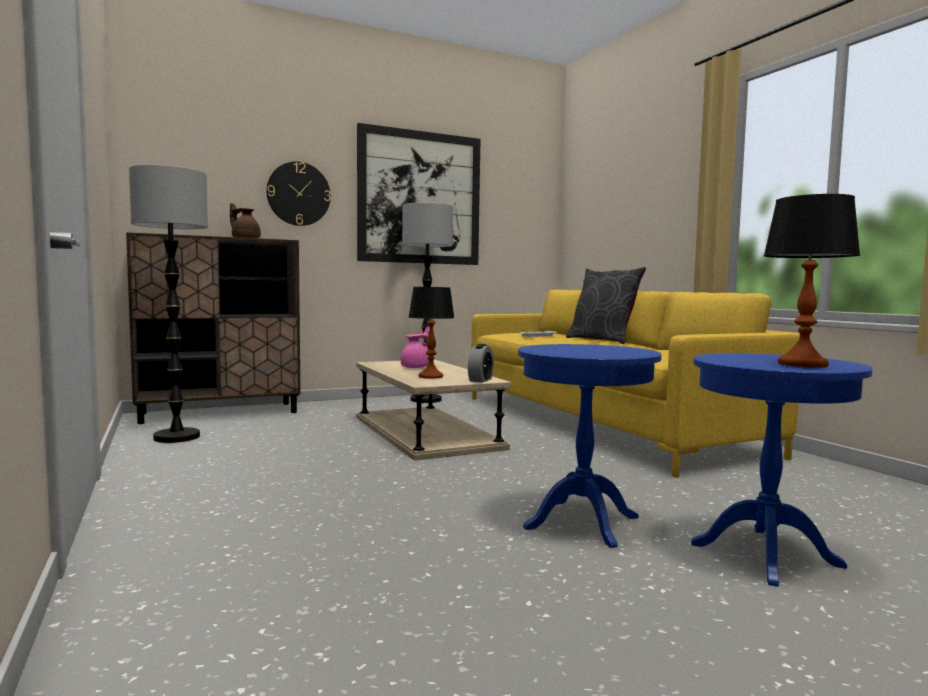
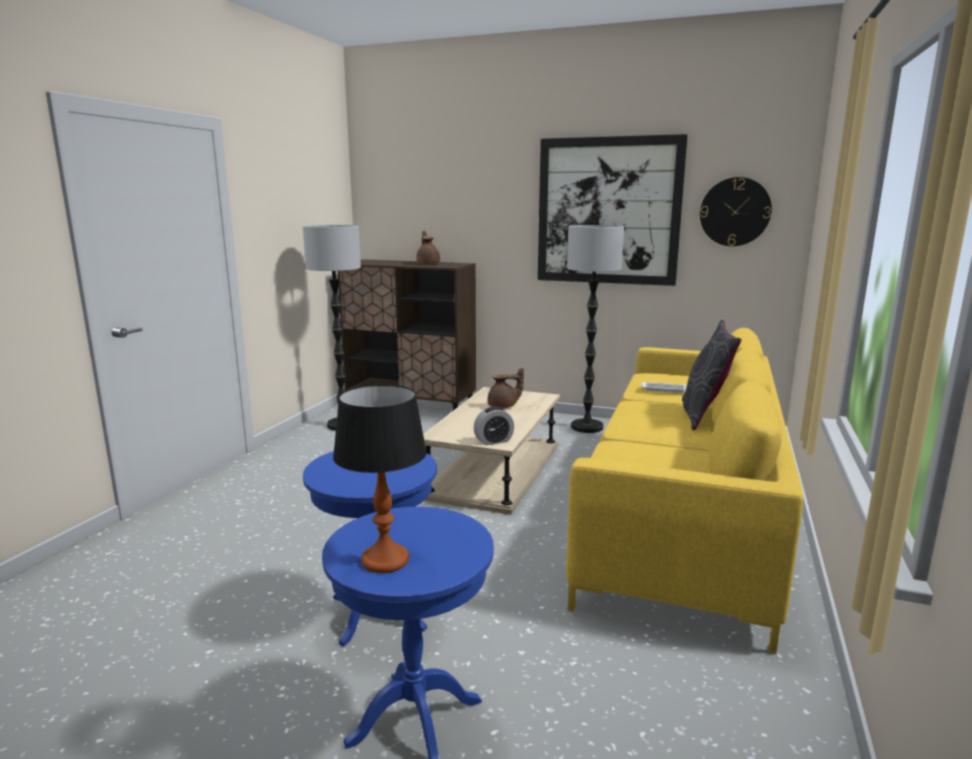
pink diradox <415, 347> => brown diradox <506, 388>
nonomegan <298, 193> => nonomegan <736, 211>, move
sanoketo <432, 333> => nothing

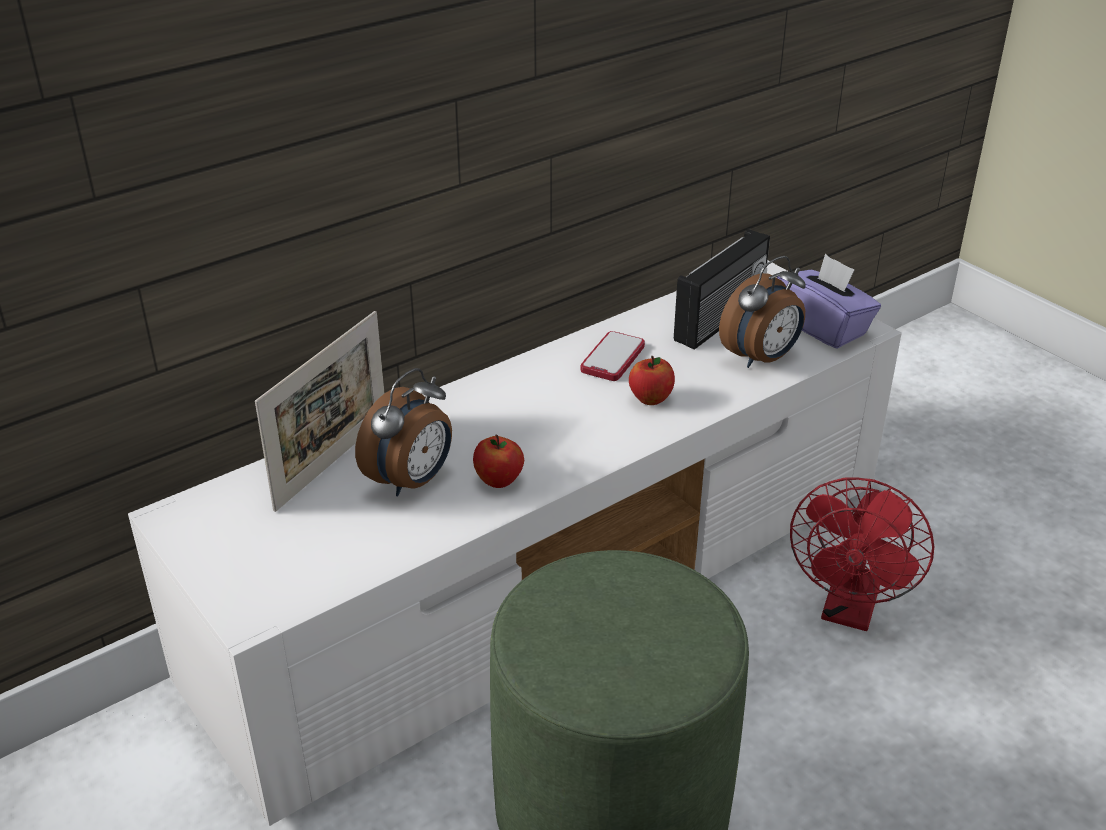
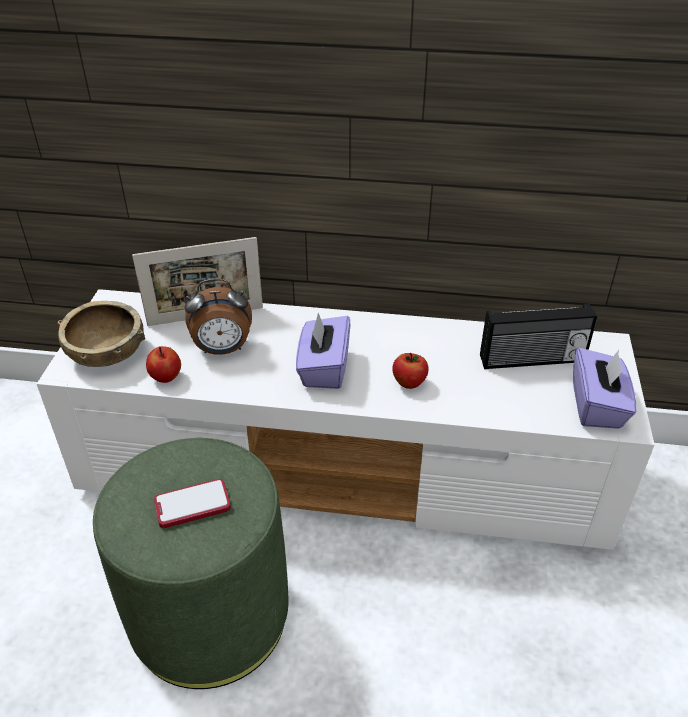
nothing => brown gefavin <101, 334>
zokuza <498, 461> => zokuza <163, 364>, move
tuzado <613, 356> => tuzado <192, 503>, move
nothing => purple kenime <323, 351>
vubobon <762, 312> => nothing
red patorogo <862, 554> => nothing

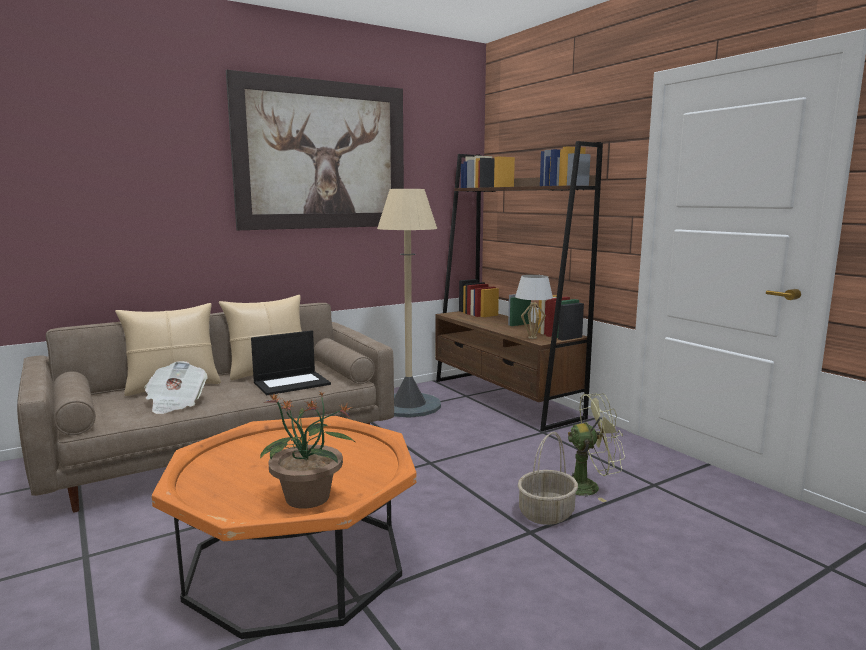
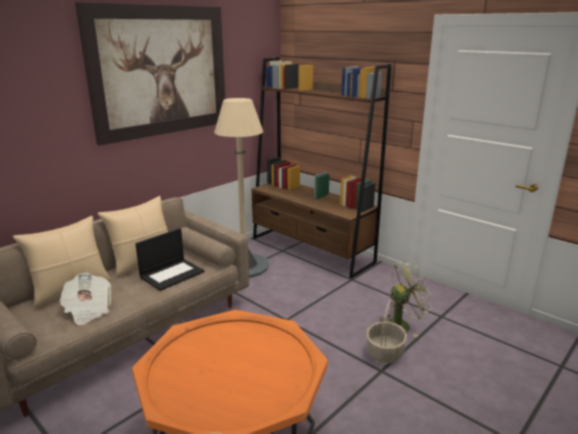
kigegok <308, 450> => nothing
white sanoketo <534, 307> => nothing

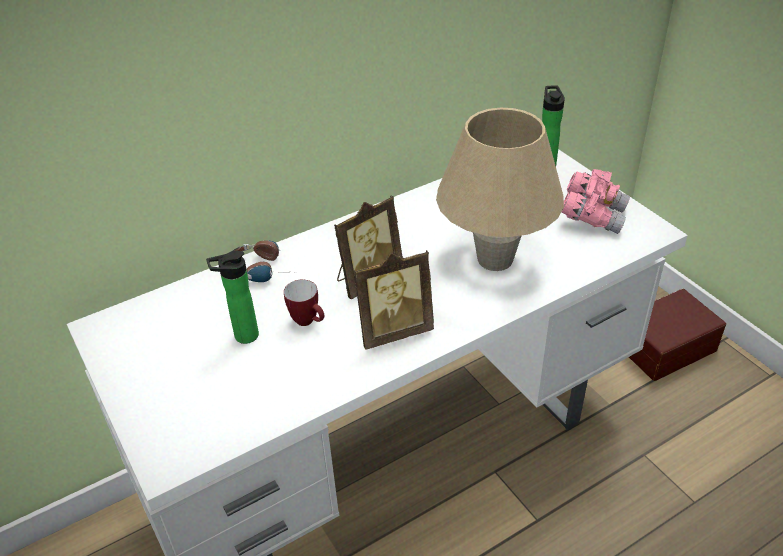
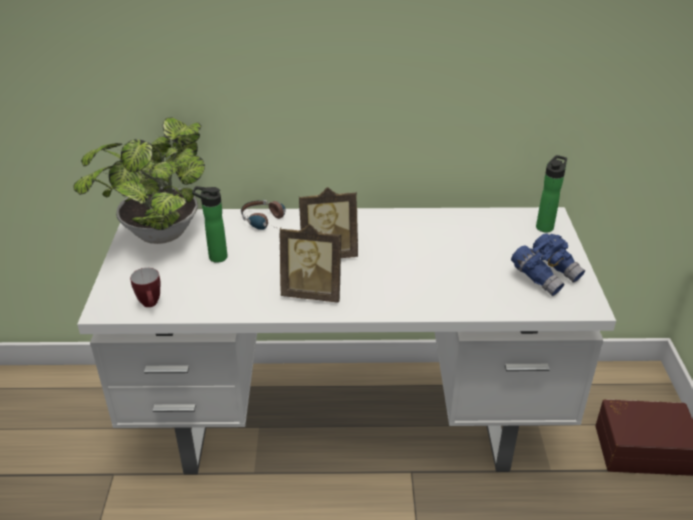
nothing => kigegok <139, 180>
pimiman <304, 302> => pimiman <145, 287>, move
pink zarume <595, 201> => blue zarume <548, 264>
beige sanoketo <500, 189> => nothing

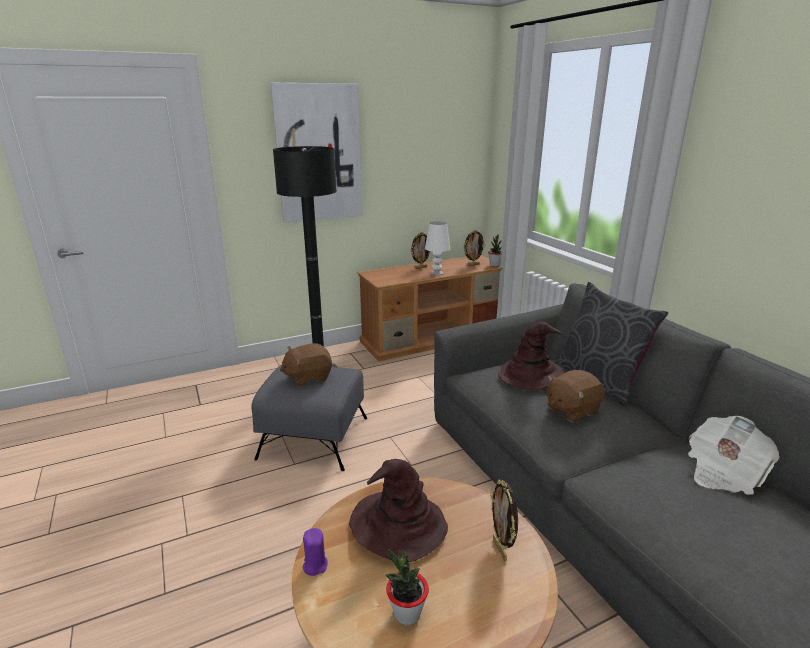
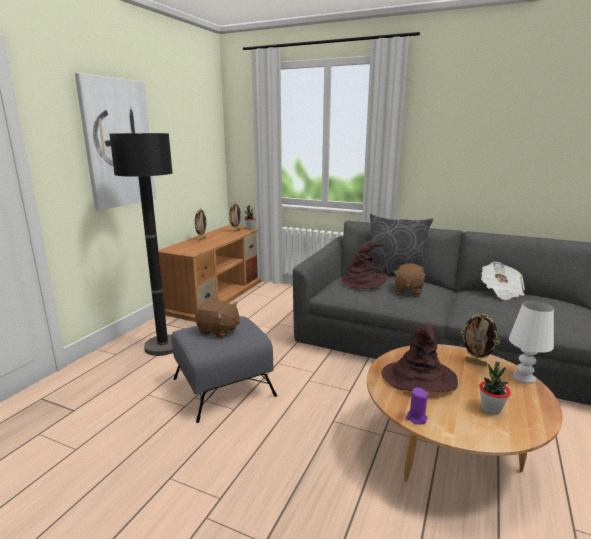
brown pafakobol <306, 365> => brown pafakobol <217, 319>, 90 degrees counterclockwise
white sanoketo <437, 248> => white sanoketo <531, 342>, move

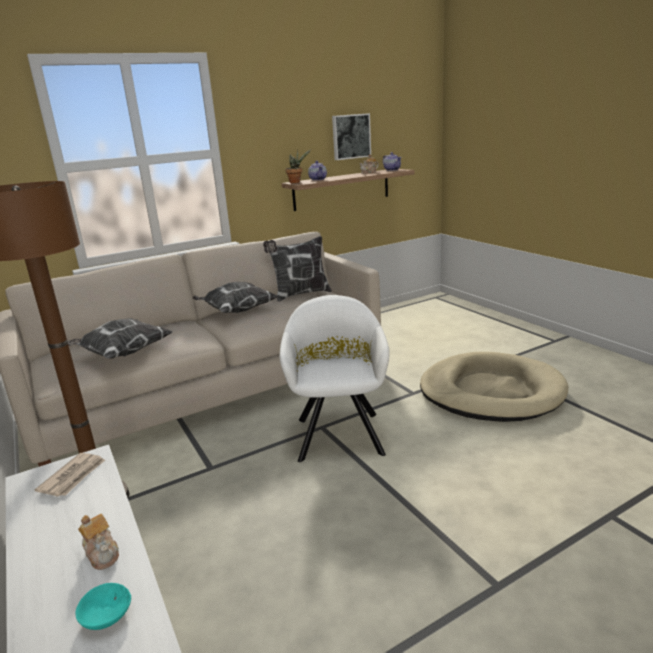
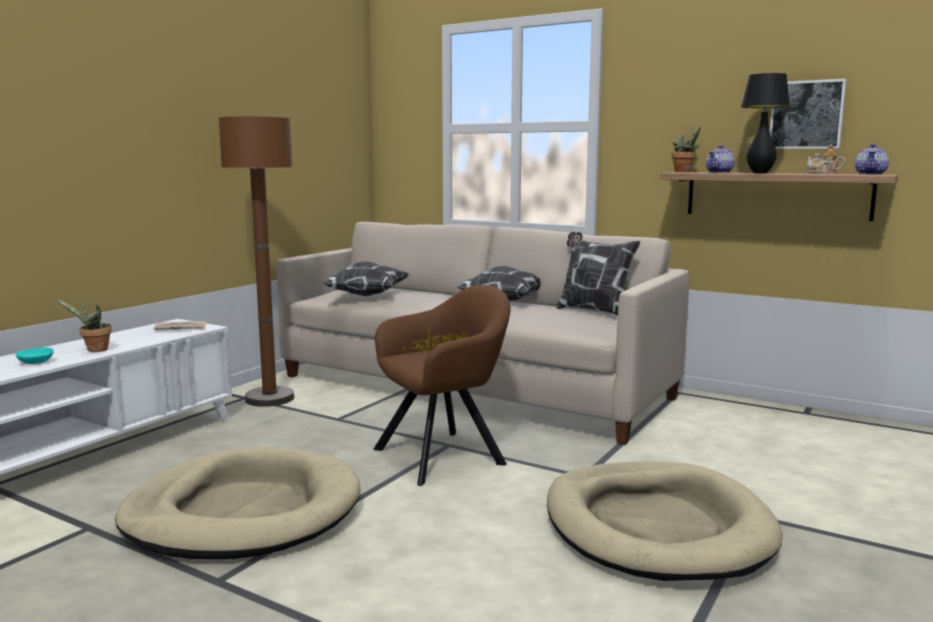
diradox <98, 542> => kigegok <84, 325>
nothing => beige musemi <237, 503>
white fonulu <335, 378> => brown fonulu <442, 385>
nothing => black sanoketo <765, 123>

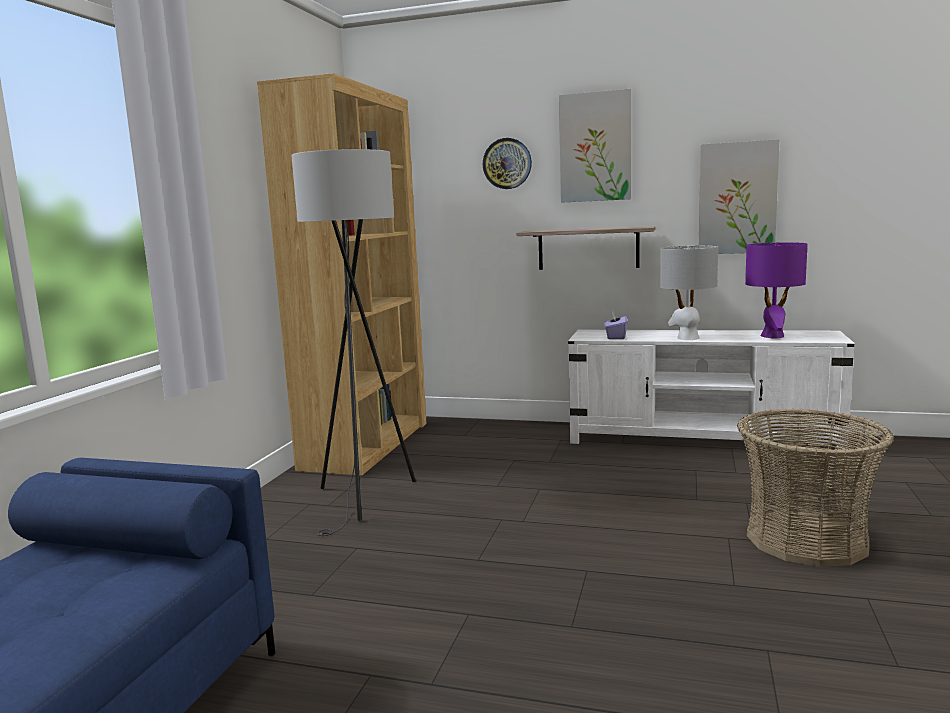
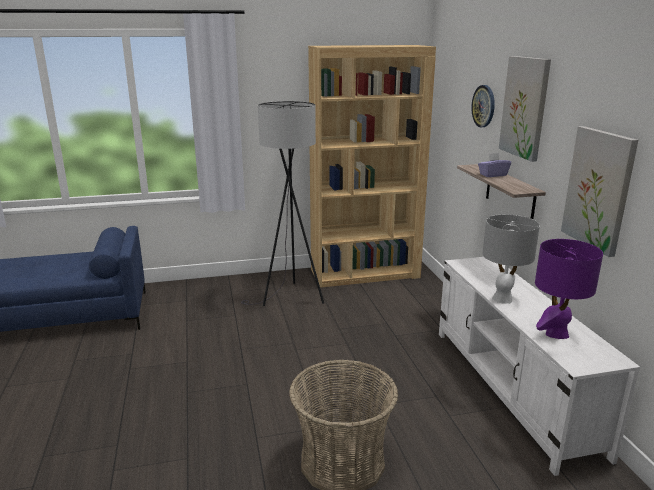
purple kenime <615, 325> => purple kenime <494, 165>, move

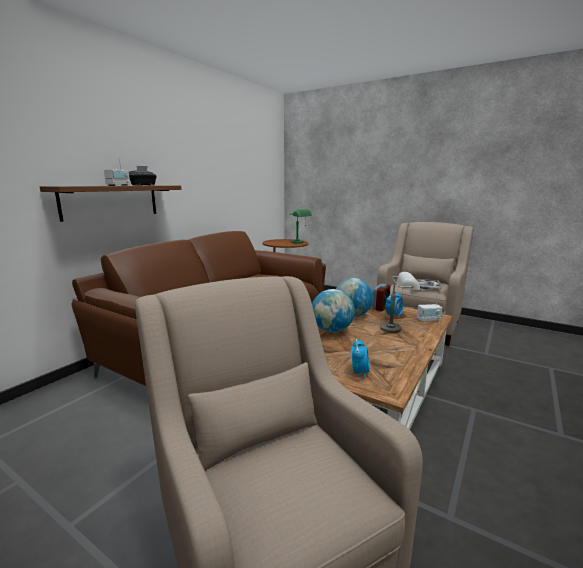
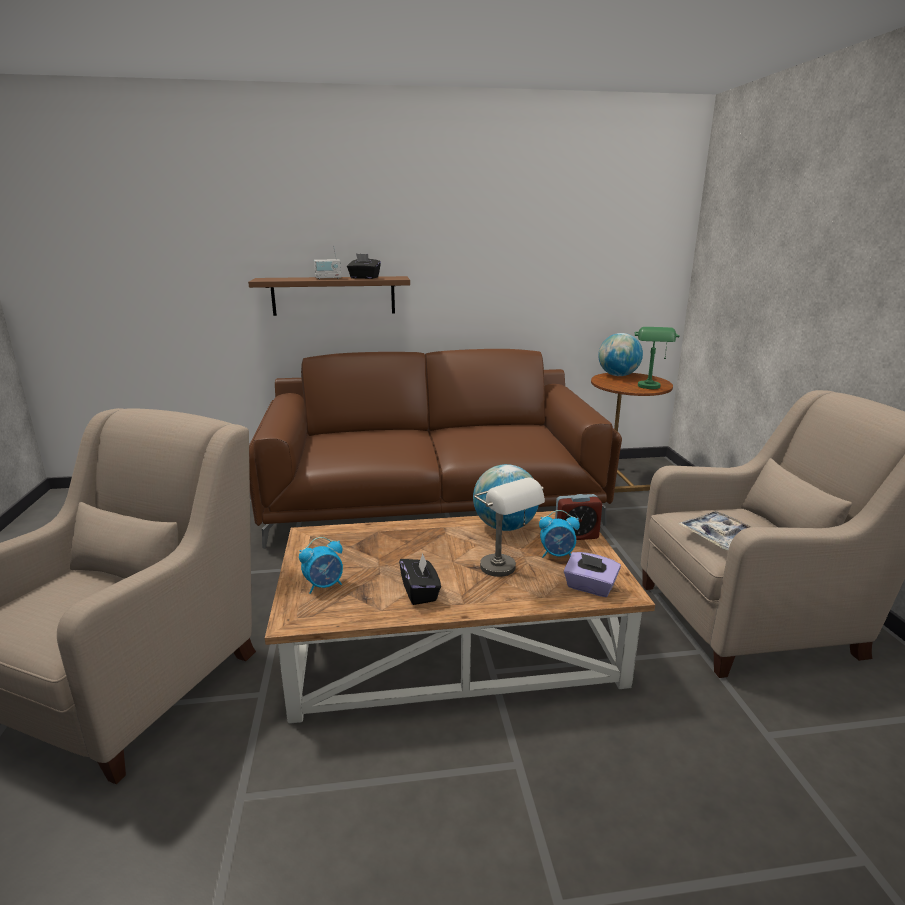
nothing => black kenime <420, 579>
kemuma <430, 308> => purple kenime <592, 574>
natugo <333, 310> => natugo <620, 354>, move

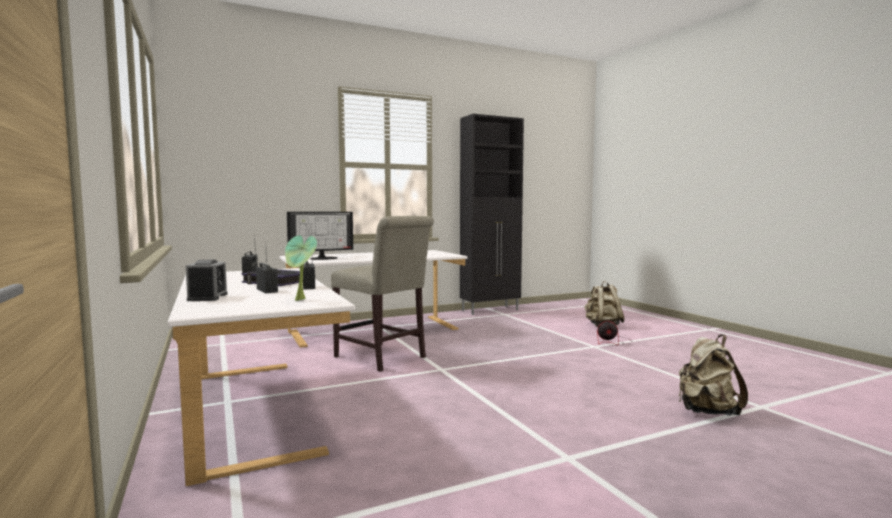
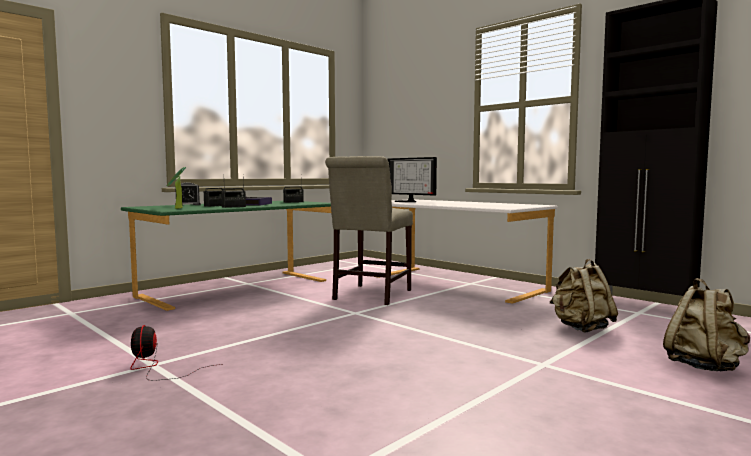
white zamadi <261, 377> => green zamadi <226, 256>
patorogo <612, 333> => patorogo <177, 353>, move
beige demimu <713, 375> => beige demimu <584, 295>, move

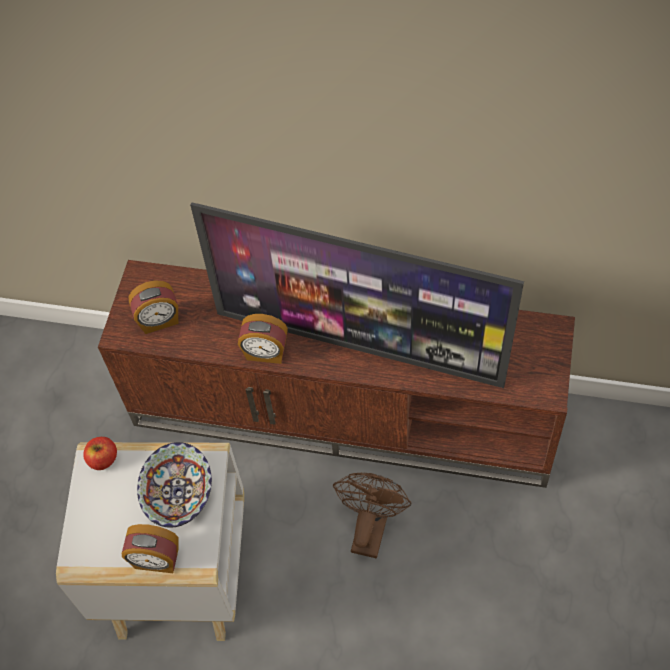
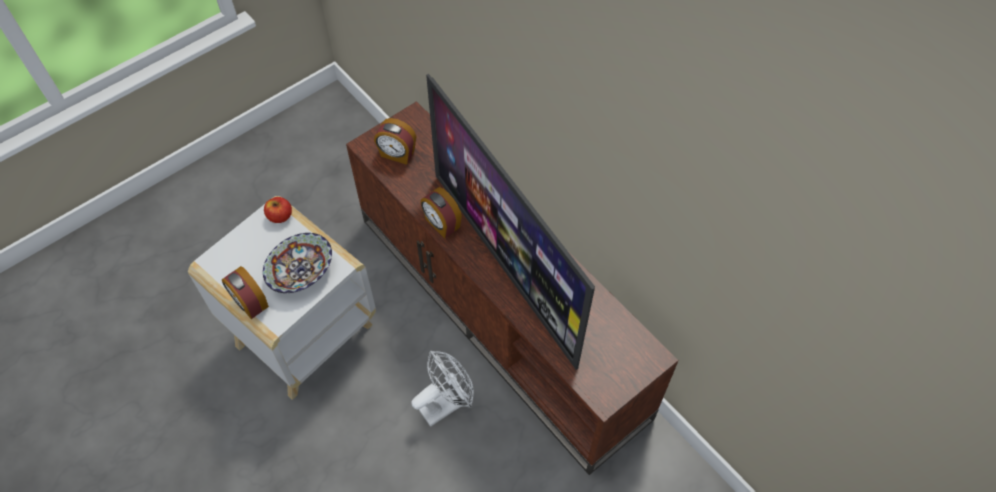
brown patorogo <372, 515> => white patorogo <442, 388>

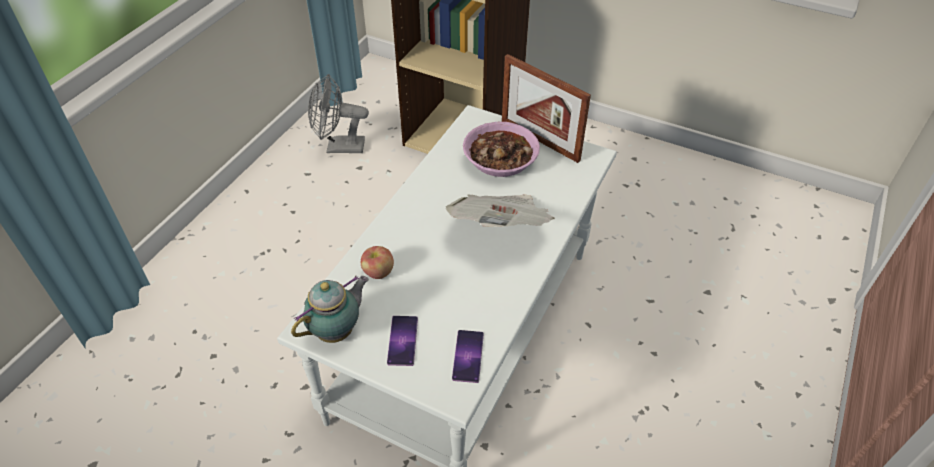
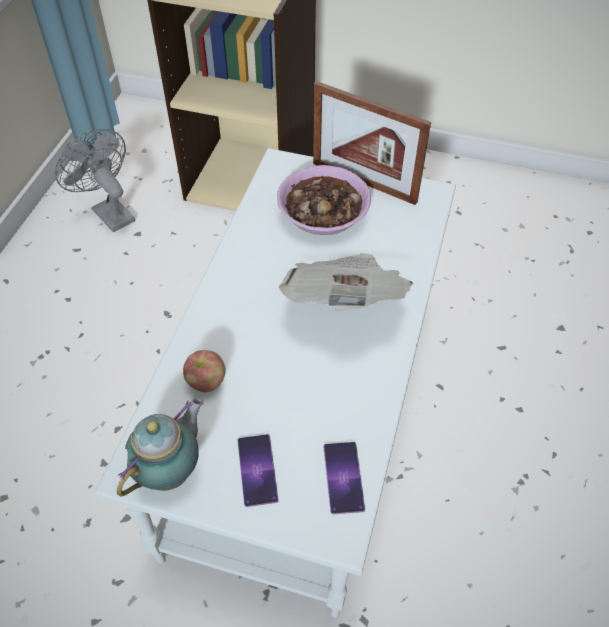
grey patorogo <338, 113> => grey patorogo <95, 180>, 60 degrees clockwise

